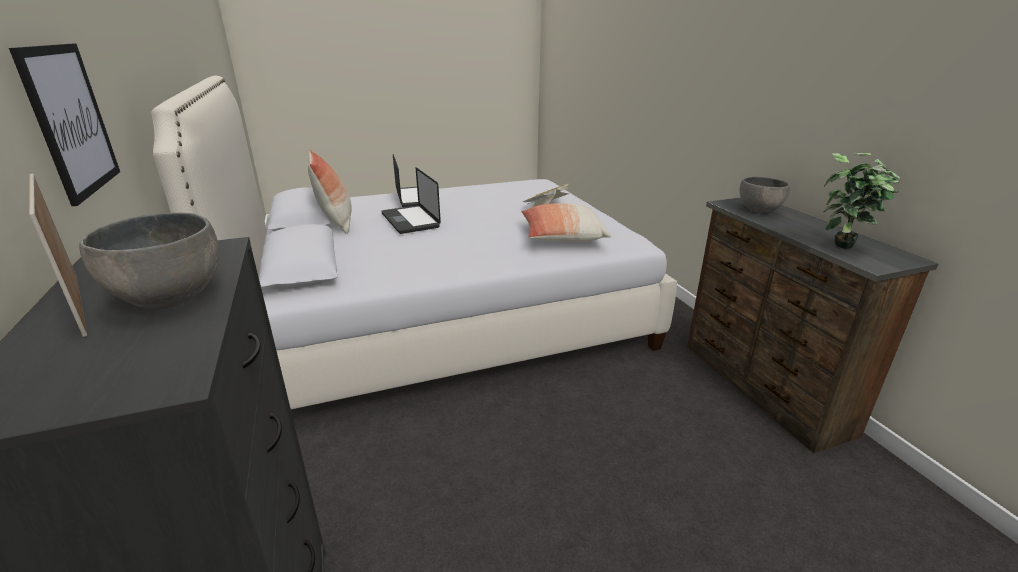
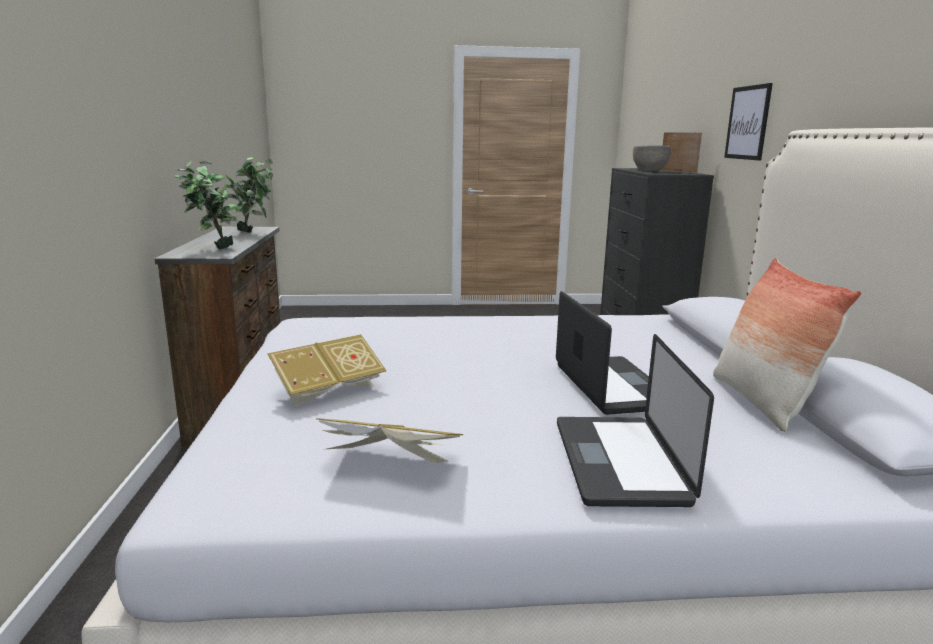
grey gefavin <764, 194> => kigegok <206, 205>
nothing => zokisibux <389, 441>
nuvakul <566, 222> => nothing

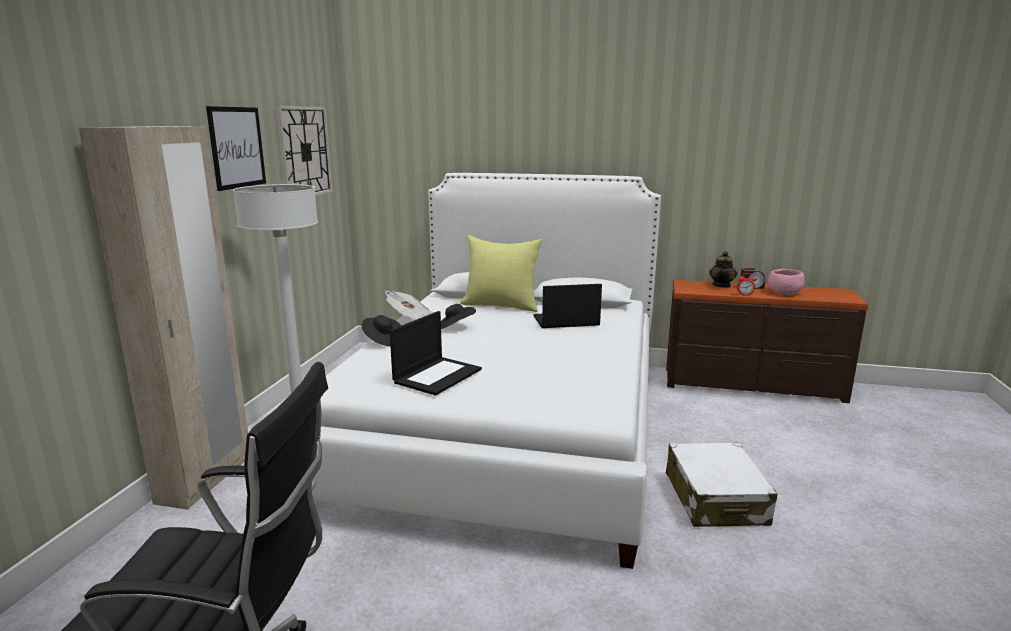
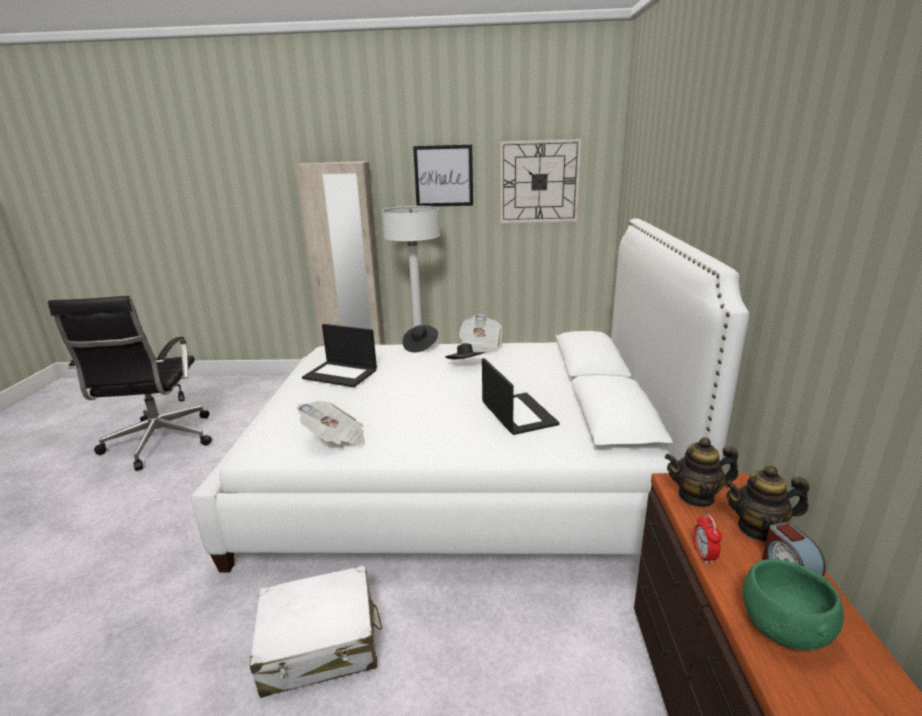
nothing => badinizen <331, 423>
nothing => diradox <701, 472>
pink gefavin <786, 282> => green gefavin <793, 604>
yellow nuvakul <501, 273> => nothing

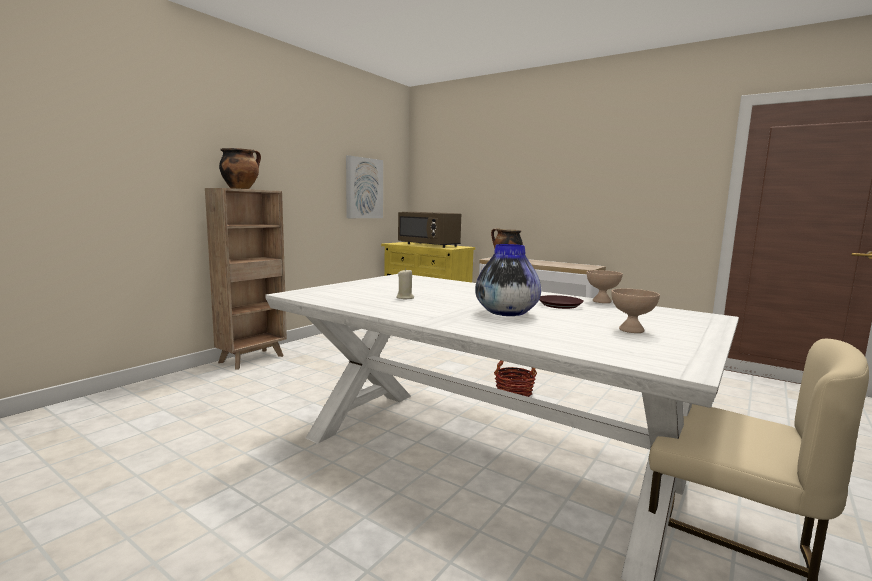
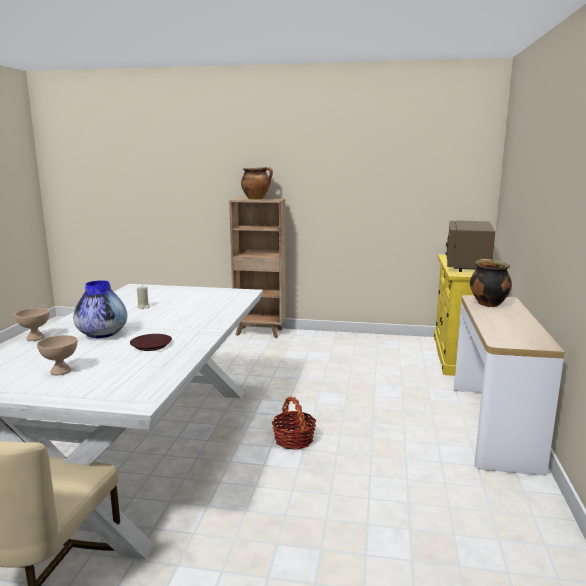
beige gefavin <605, 286> => beige gefavin <32, 324>, move
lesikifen <364, 186> => nothing

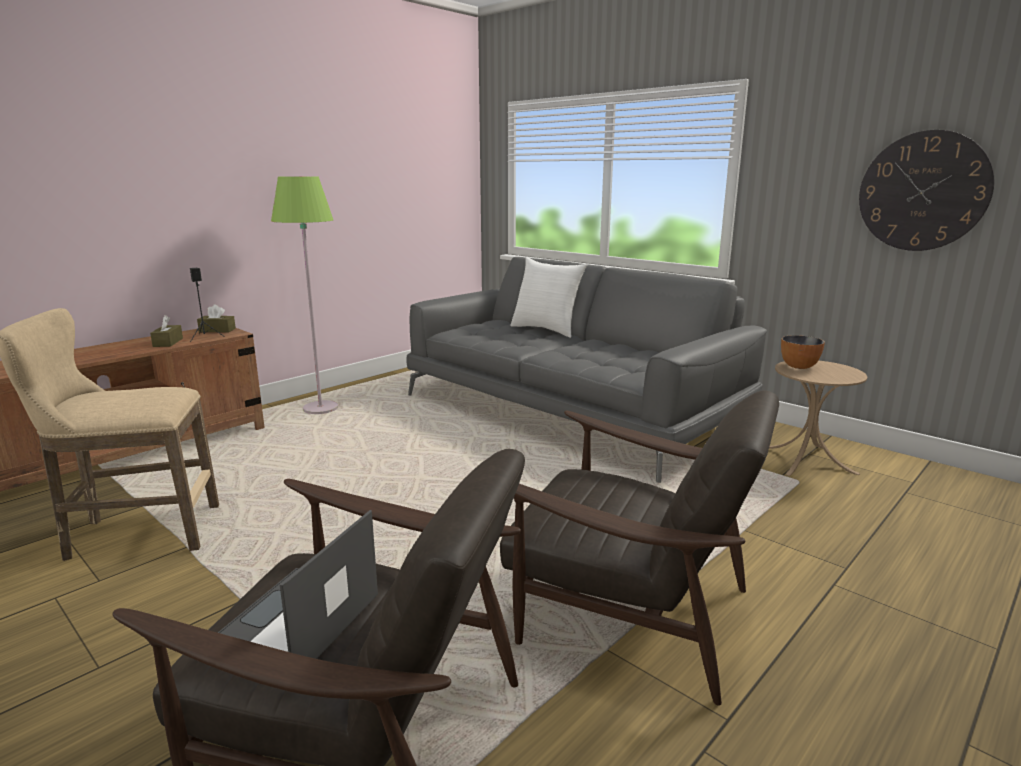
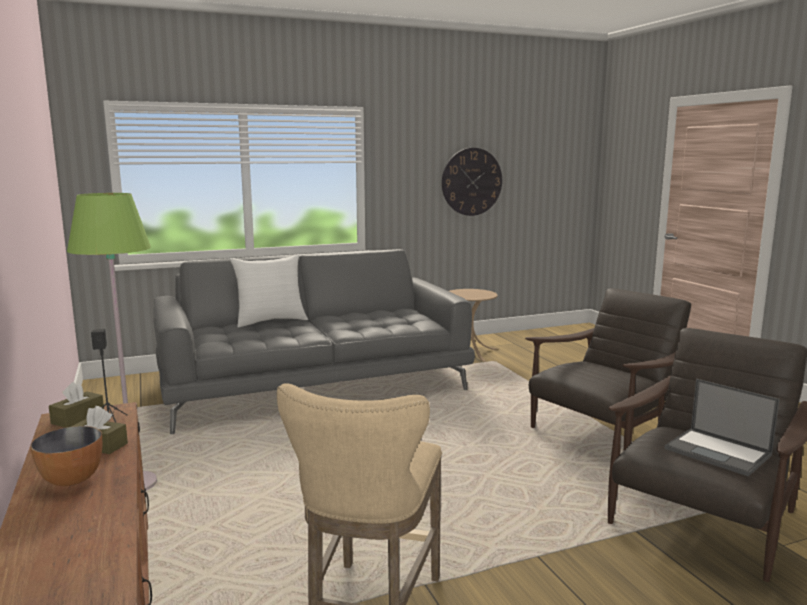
gefavin <803, 352> => gefavin <66, 456>, move

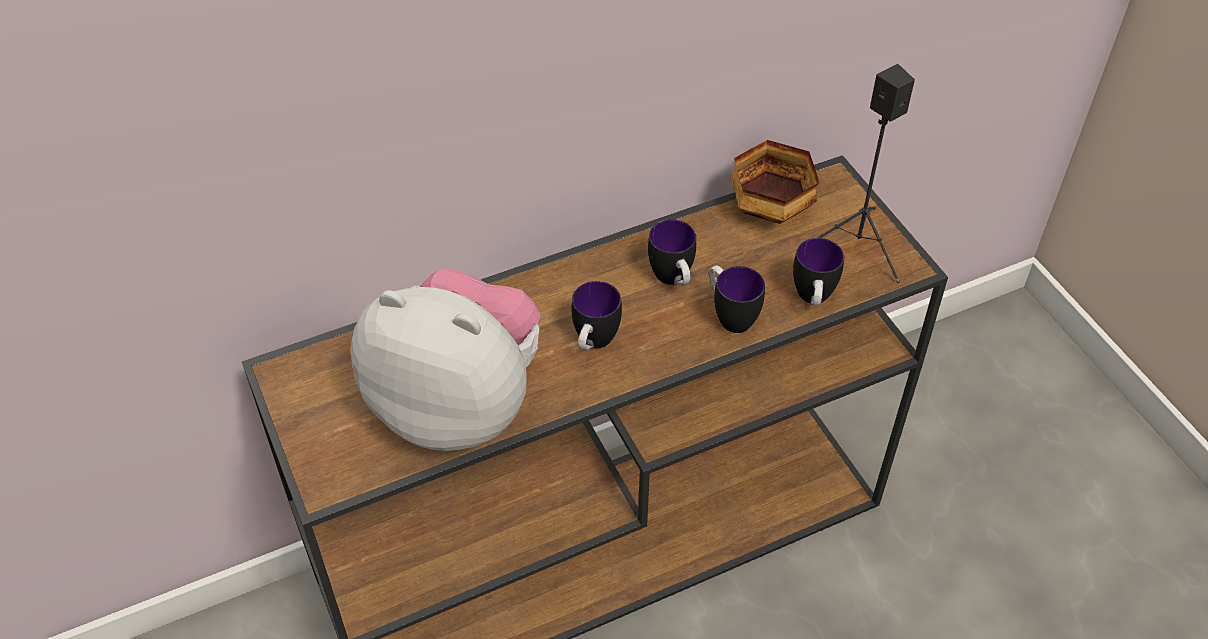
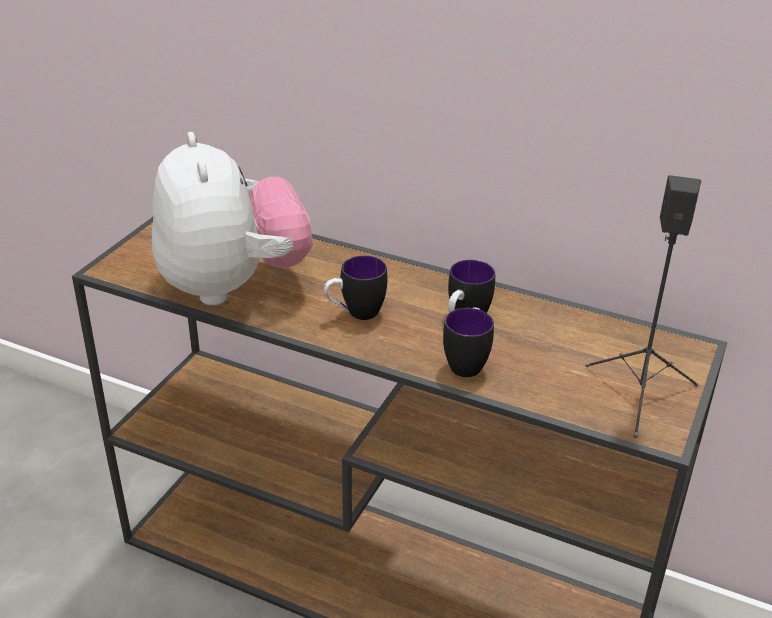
gefavin <775, 182> => nothing
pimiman <818, 272> => nothing

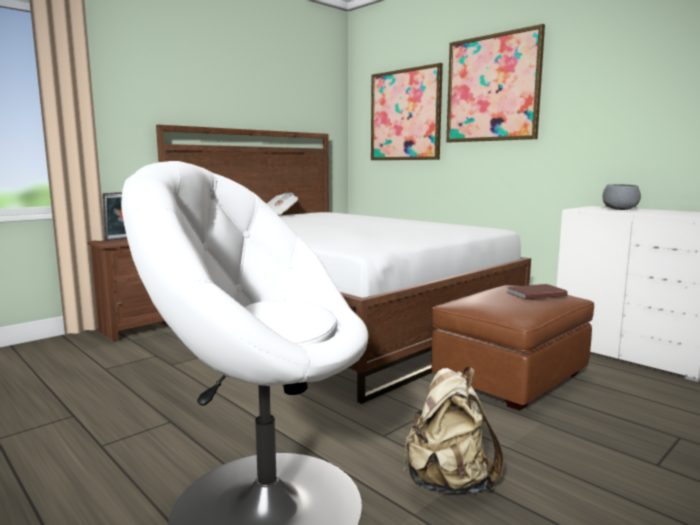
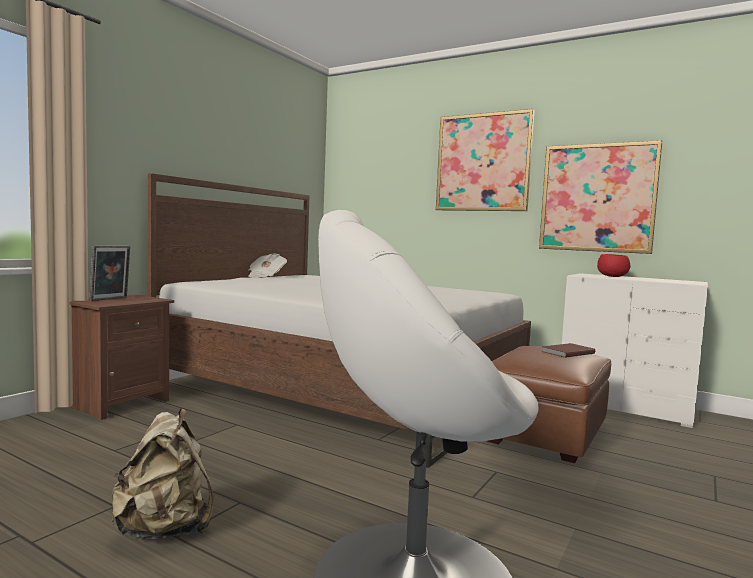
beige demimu <454, 430> => beige demimu <162, 474>, move
lesikifen <407, 111> => lesikifen <600, 197>, move
grey gefavin <622, 197> => red gefavin <613, 265>

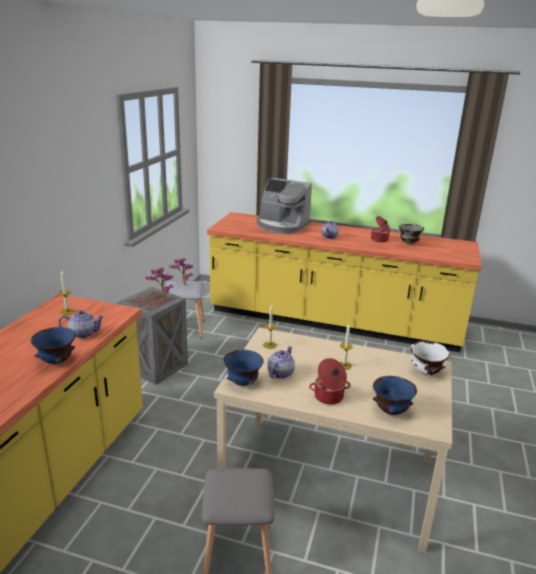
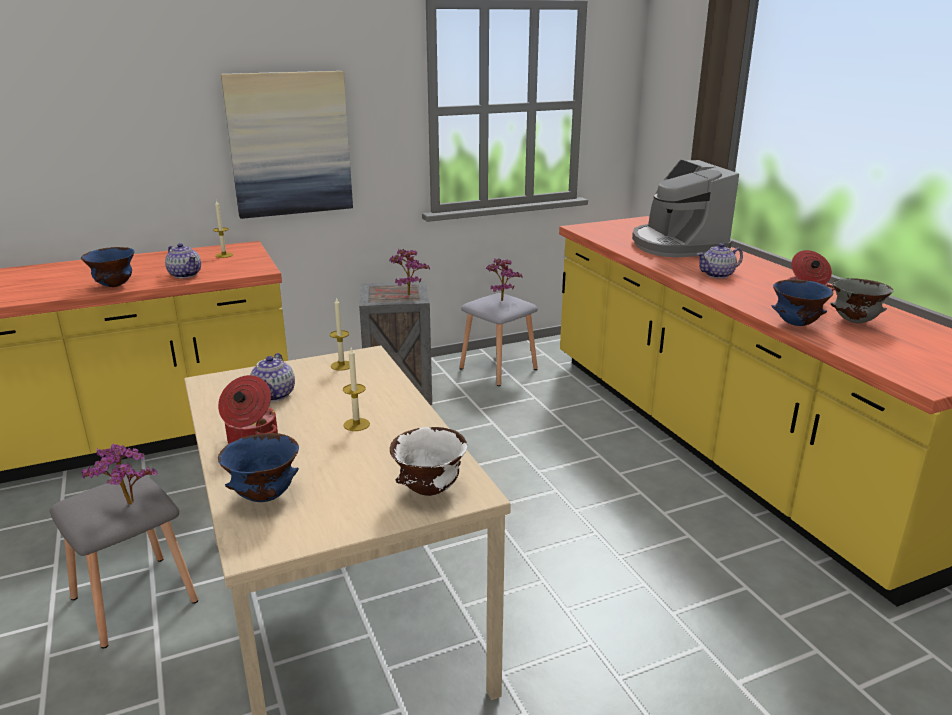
nothing => kigegok <119, 474>
nothing => lesikifen <287, 145>
diradox <281, 362> => diradox <272, 377>, 105 degrees clockwise
blue gefavin <243, 368> => blue gefavin <802, 302>, move

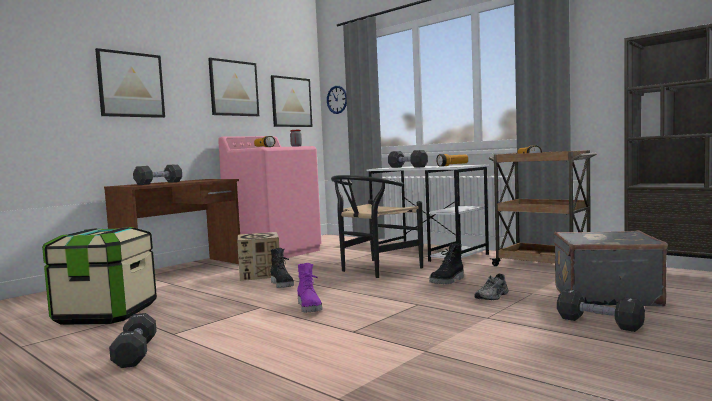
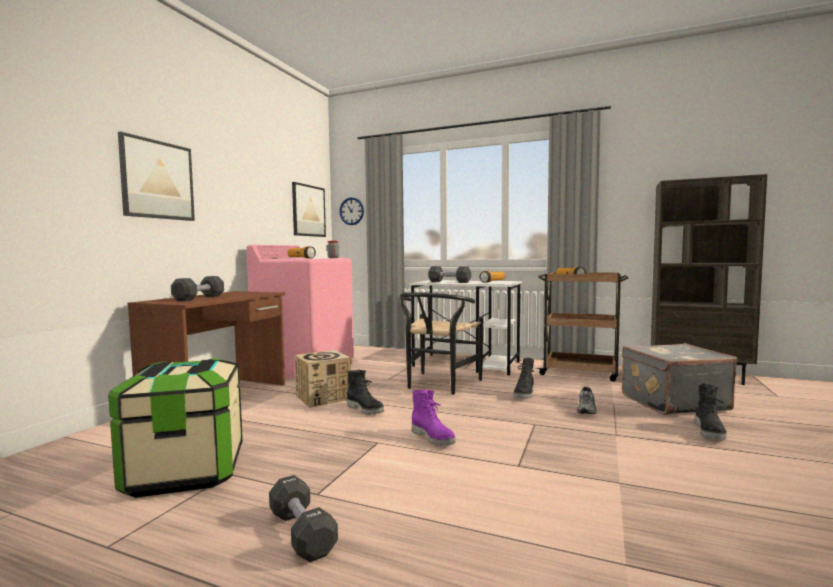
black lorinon <601, 310> => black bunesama <711, 411>
lesikifen <233, 87> => nothing

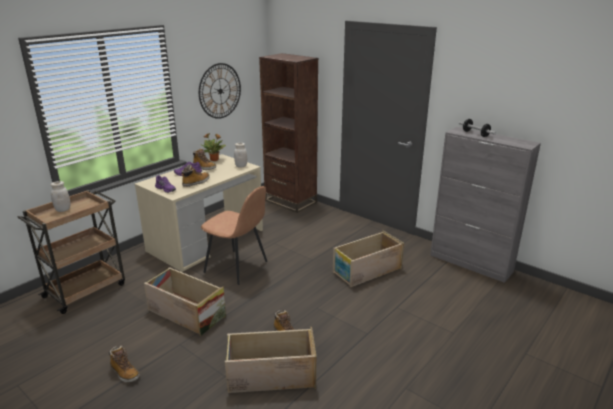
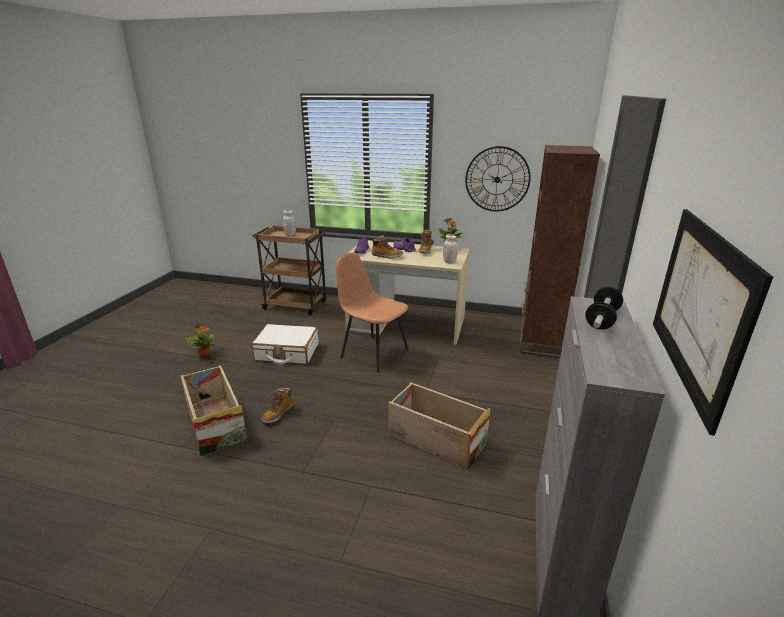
bunesama <124, 364> => kigegok <200, 340>
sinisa <185, 301> => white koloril <285, 344>
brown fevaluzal <234, 235> => brown fevaluzal <372, 312>, 120 degrees clockwise
nothing => lesikifen <713, 322>

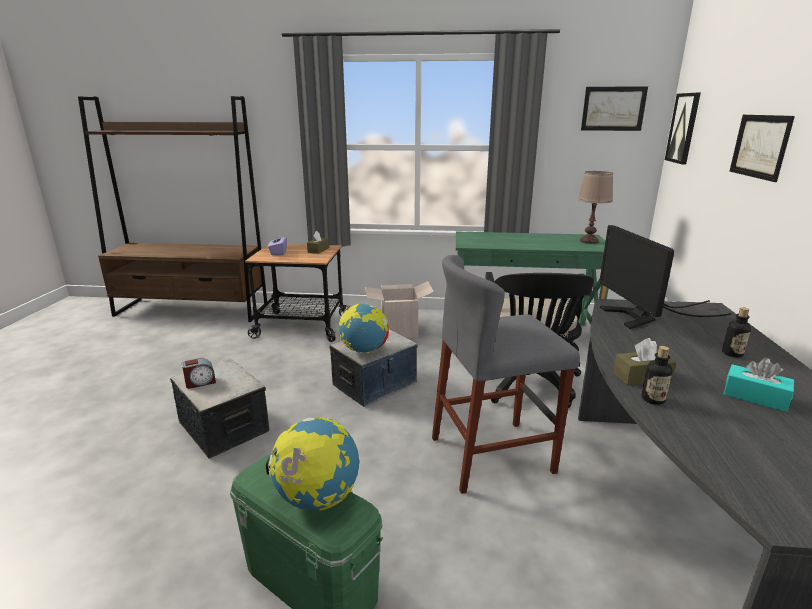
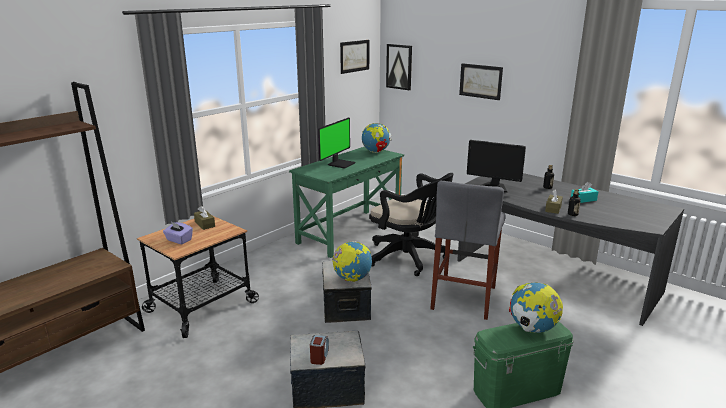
nothing => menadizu <337, 143>
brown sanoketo <595, 207> => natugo <376, 138>
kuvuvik <399, 309> => nothing

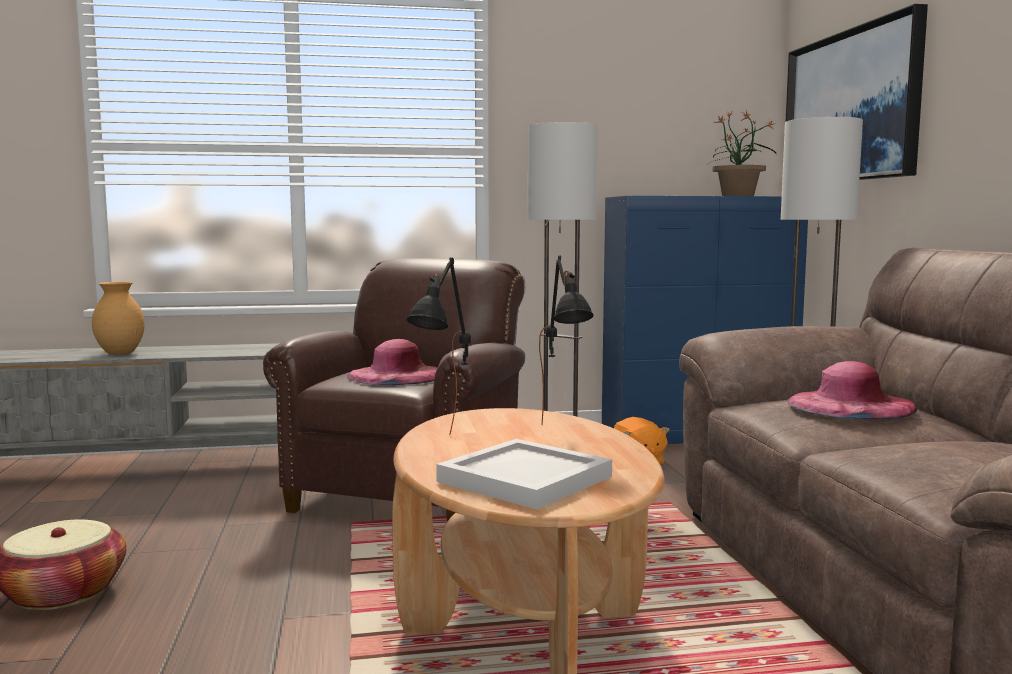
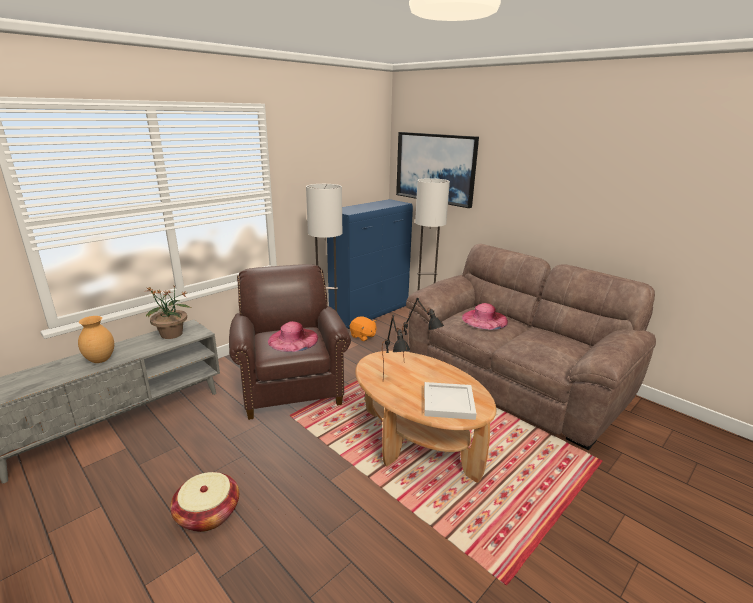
kigegok <742, 153> => kigegok <168, 312>, move

